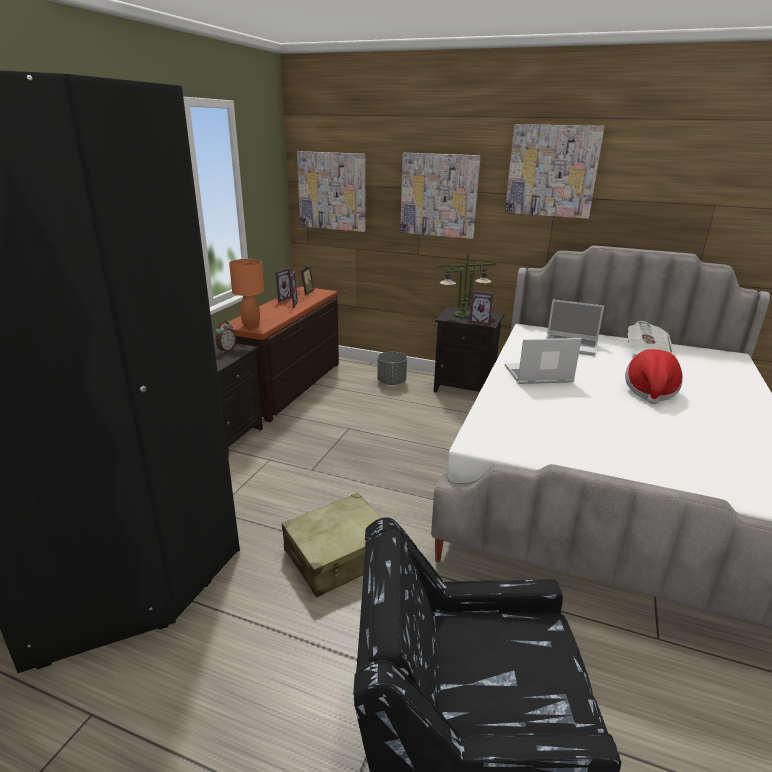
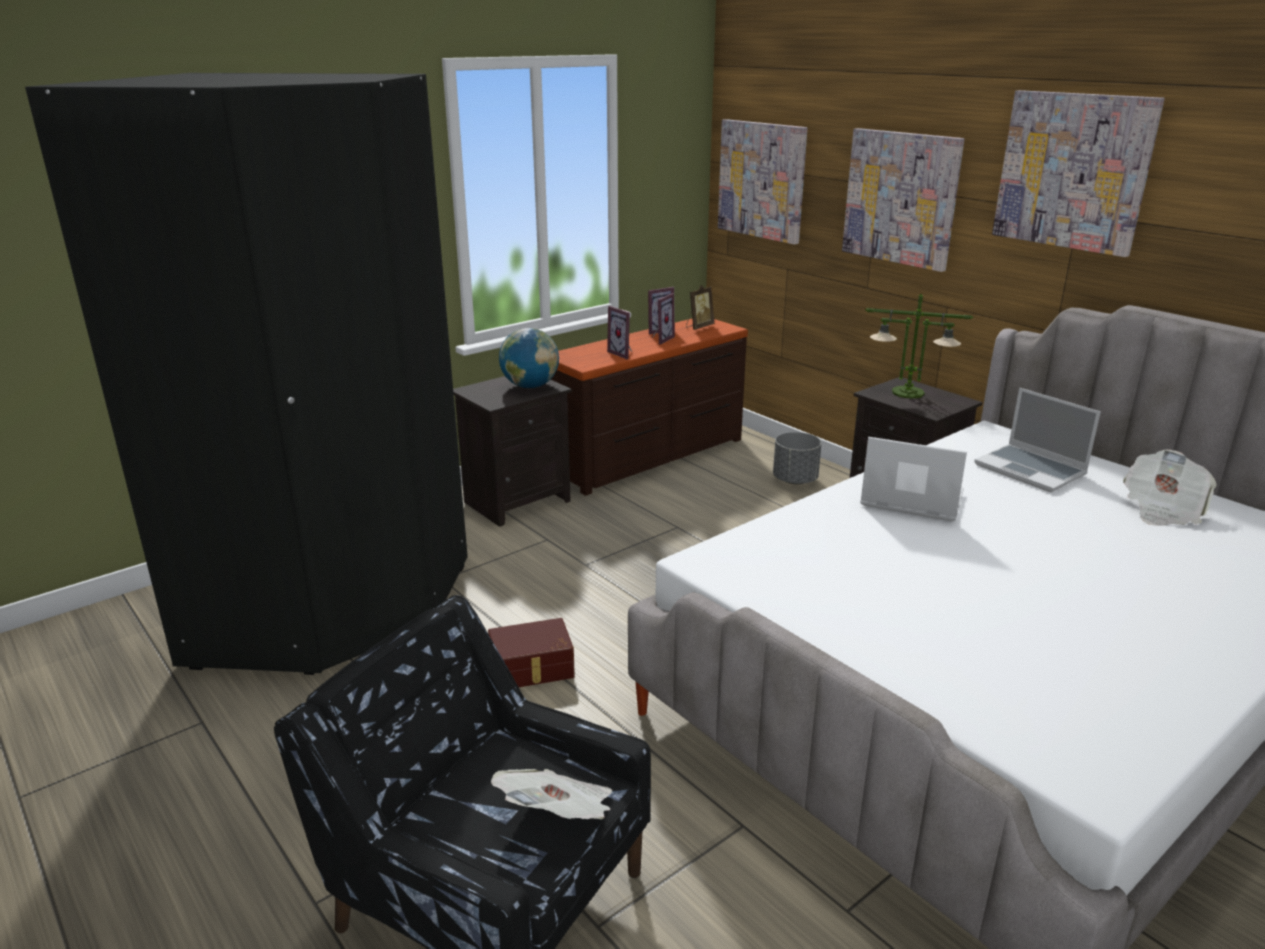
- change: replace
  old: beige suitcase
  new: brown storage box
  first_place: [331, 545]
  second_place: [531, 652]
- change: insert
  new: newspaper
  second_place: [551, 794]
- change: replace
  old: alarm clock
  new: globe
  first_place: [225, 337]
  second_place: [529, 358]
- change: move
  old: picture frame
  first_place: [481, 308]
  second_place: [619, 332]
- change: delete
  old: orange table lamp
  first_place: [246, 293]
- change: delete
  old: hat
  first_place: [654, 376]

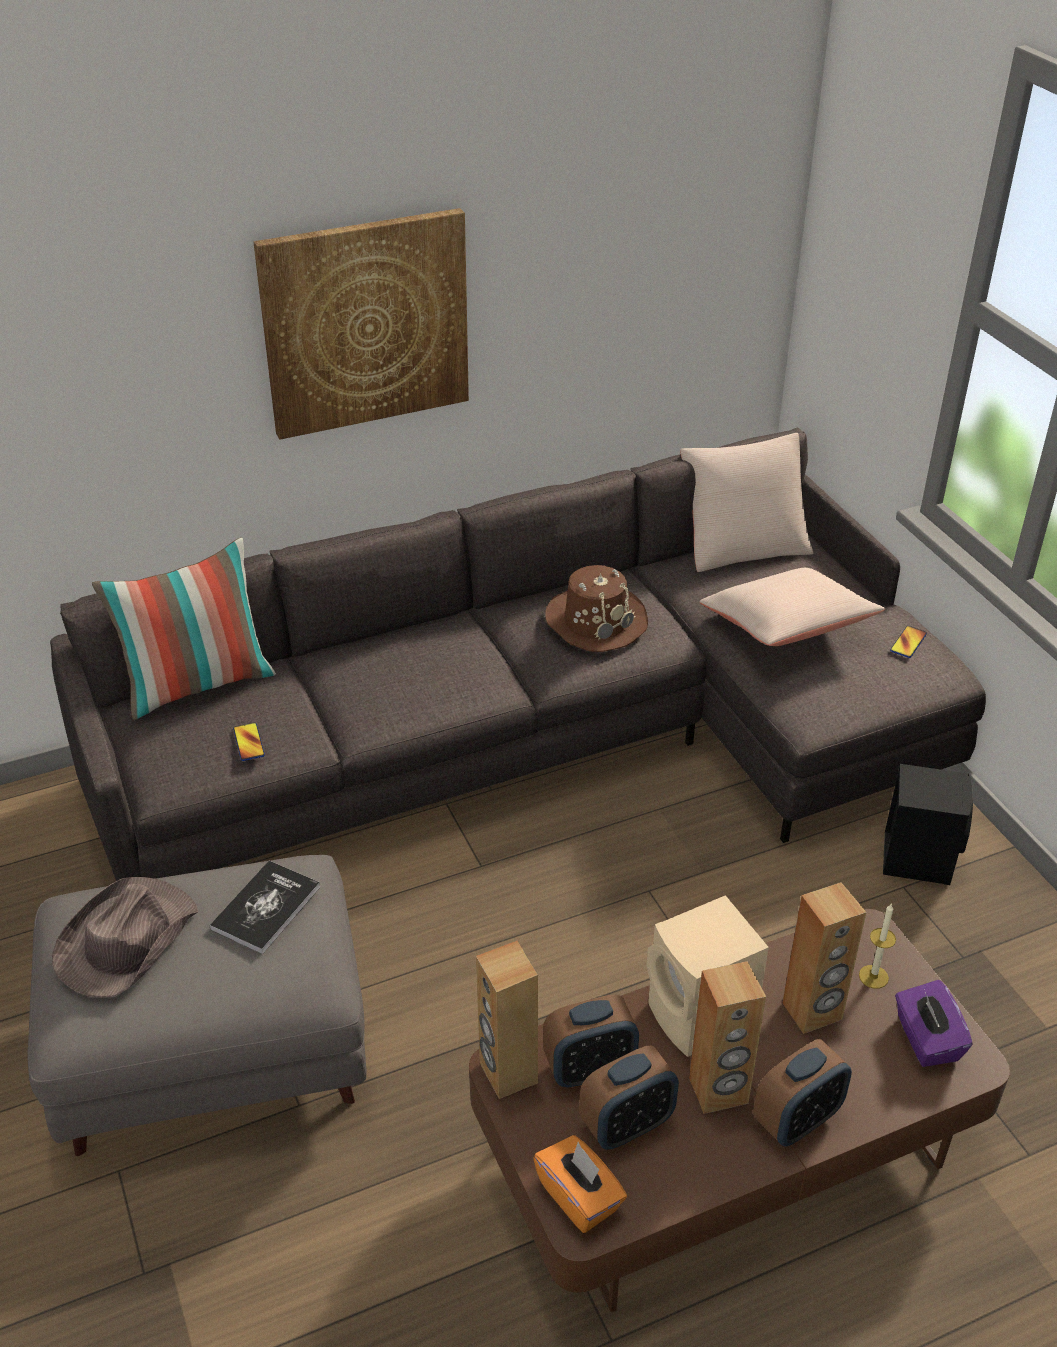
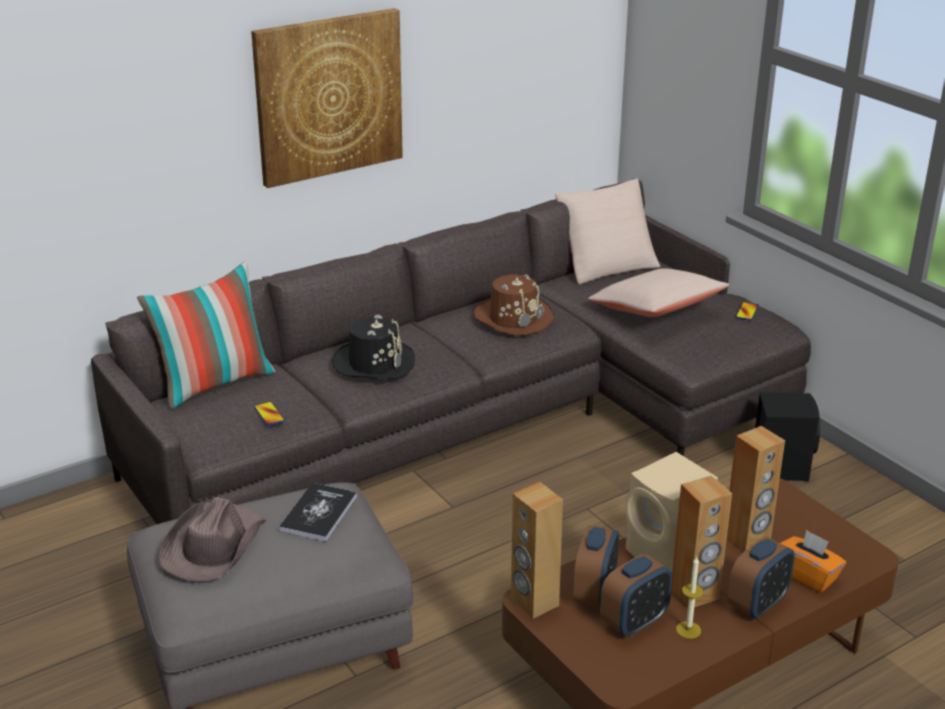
- change: insert
  new: black hat
  second_place: [373, 347]
- change: rotate
  old: alarm clock
  first_place: [591, 1041]
  second_place: [596, 565]
  degrees: -45
- change: move
  old: candle
  first_place: [877, 946]
  second_place: [690, 598]
- change: move
  old: orange tissue box
  first_place: [580, 1184]
  second_place: [813, 561]
- change: delete
  old: purple tissue box
  first_place: [934, 1023]

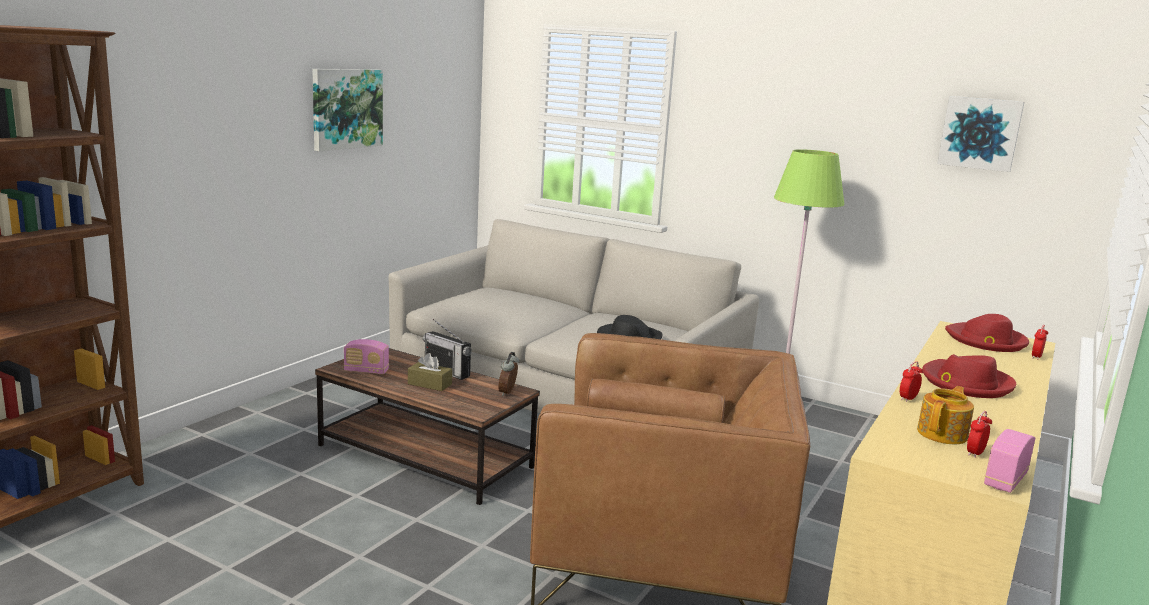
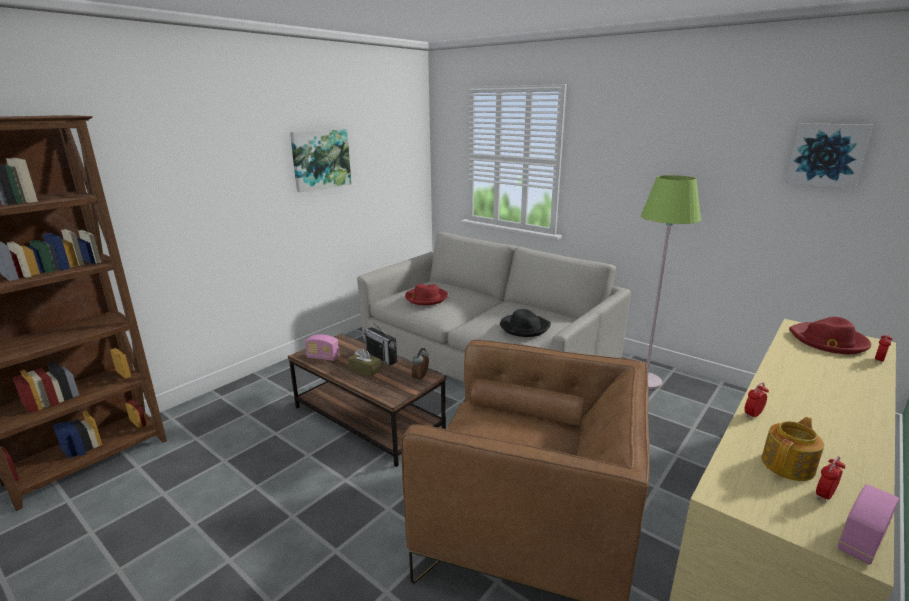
- change: move
  old: red hat
  first_place: [969, 376]
  second_place: [426, 294]

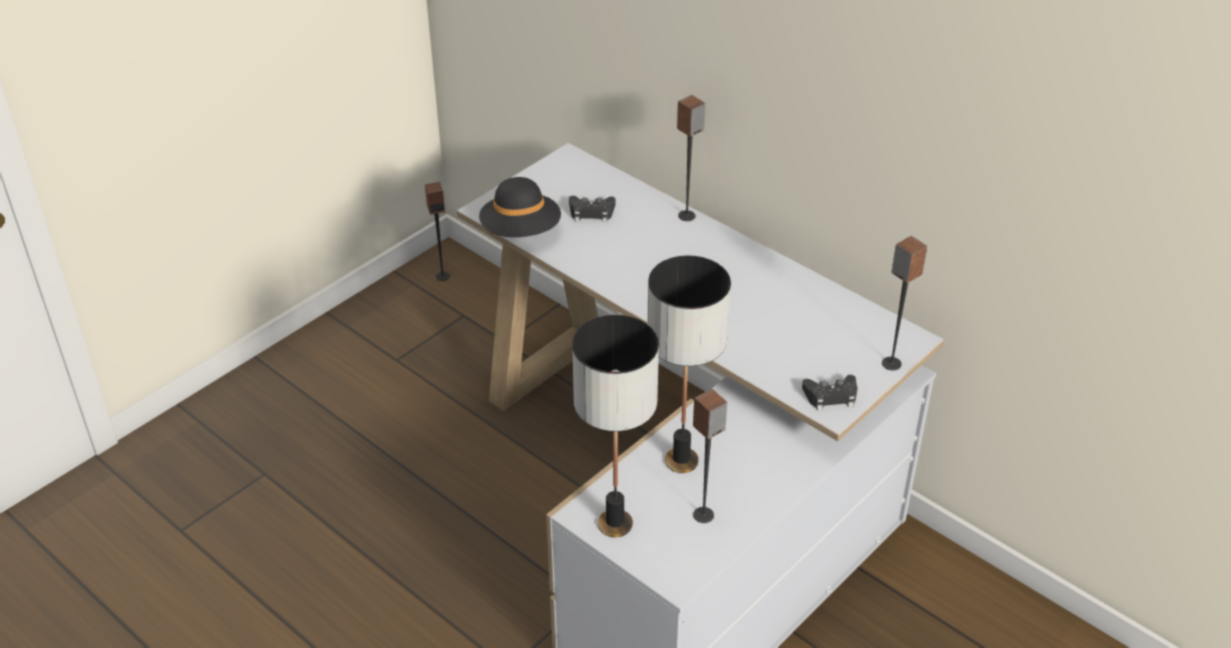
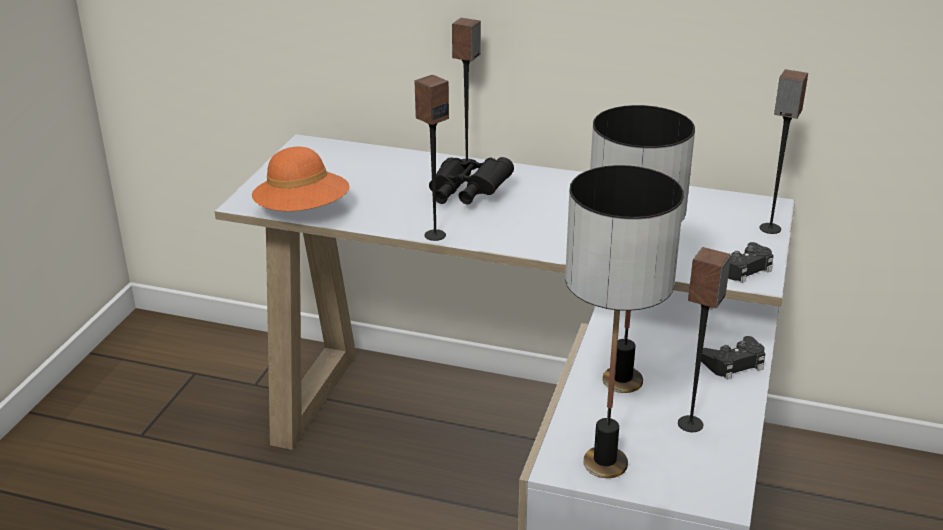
- change: recolor
  old: black hat
  new: orange hat
  first_place: [520, 207]
  second_place: [301, 179]
- change: move
  old: speaker
  first_place: [437, 231]
  second_place: [431, 158]
- change: insert
  new: black binoculars
  second_place: [471, 180]
- change: move
  old: black game controller
  first_place: [592, 209]
  second_place: [733, 358]

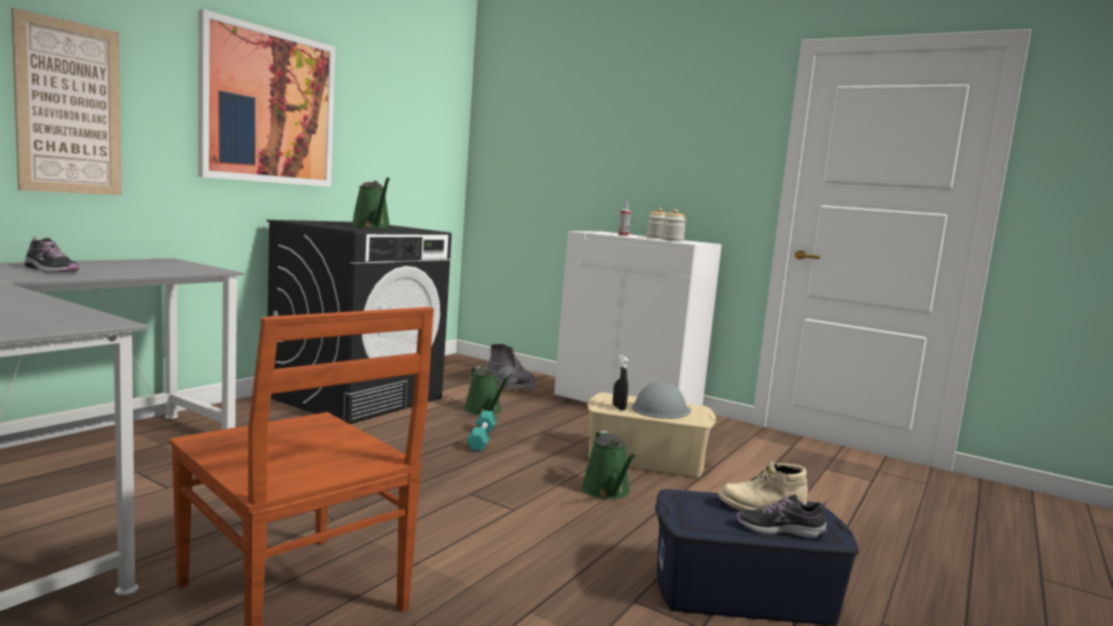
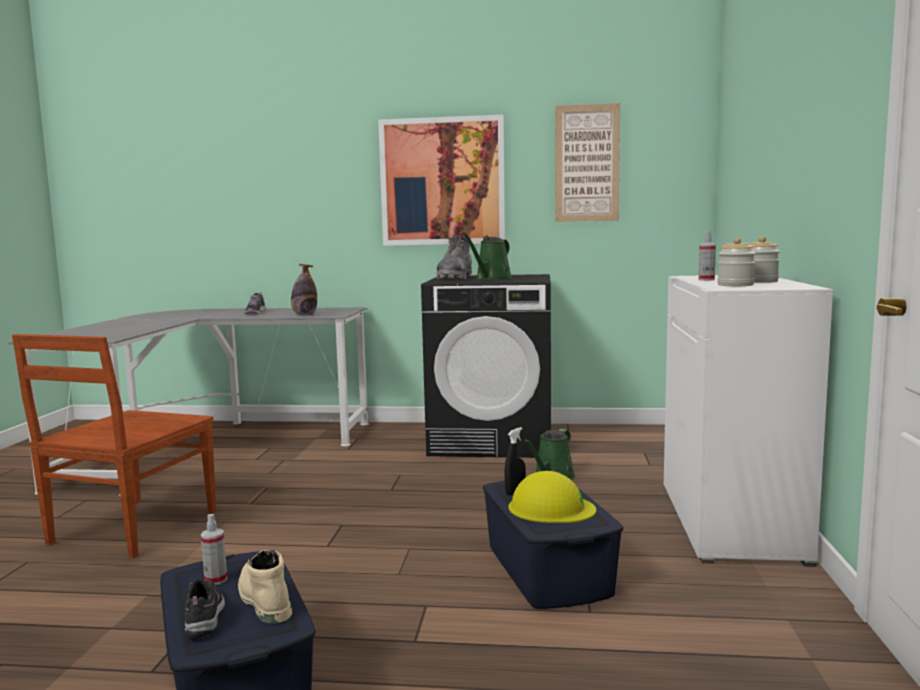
- change: insert
  new: spray bottle
  second_place: [214, 549]
- change: insert
  new: bottle
  second_place: [304, 289]
- change: move
  old: grey boot
  first_place: [512, 367]
  second_place: [454, 257]
- change: recolor
  old: beige storage box
  new: blue storage box
  first_place: [651, 435]
  second_place: [553, 545]
- change: recolor
  old: grey hard hat
  new: yellow hard hat
  first_place: [661, 400]
  second_place: [552, 497]
- change: move
  old: picture
  first_place: [66, 101]
  second_place: [587, 162]
- change: delete
  old: turquoise dumbbell
  first_place: [482, 430]
- change: delete
  old: green watering can
  first_place: [609, 465]

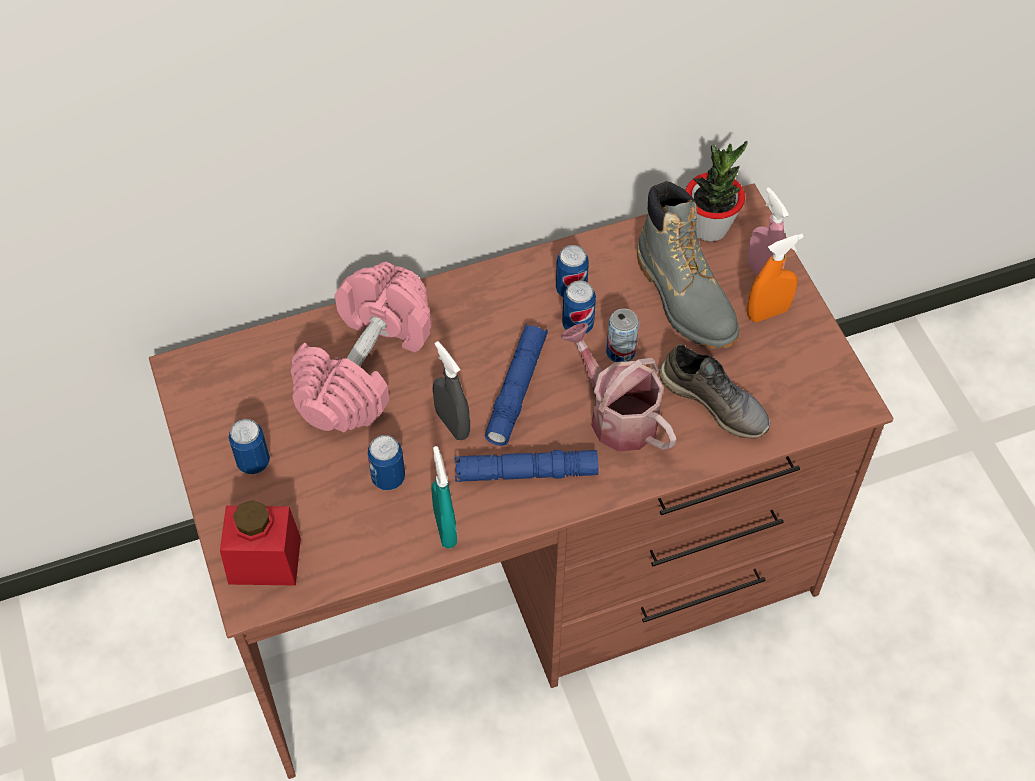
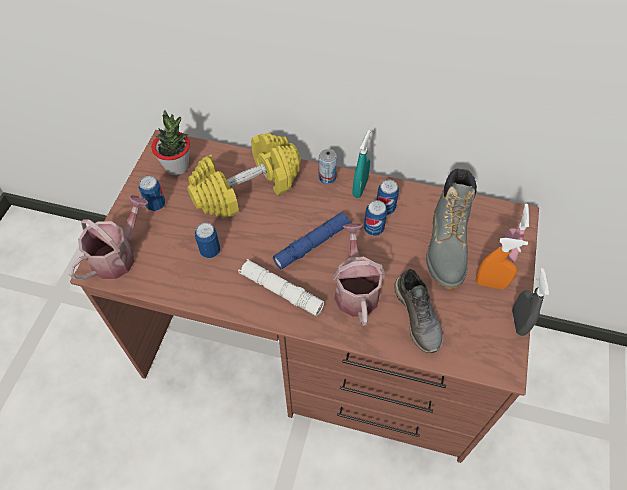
- change: replace
  old: red jar
  new: watering can
  first_place: [260, 542]
  second_place: [108, 237]
- change: move
  old: potted plant
  first_place: [716, 191]
  second_place: [171, 142]
- change: recolor
  old: pink dumbbell
  new: yellow dumbbell
  first_place: [361, 347]
  second_place: [244, 176]
- change: recolor
  old: blue flashlight
  new: white flashlight
  first_place: [526, 466]
  second_place: [281, 287]
- change: move
  old: can
  first_place: [622, 335]
  second_place: [328, 166]
- change: move
  old: turquoise spray bottle
  first_place: [444, 497]
  second_place: [361, 164]
- change: move
  old: grey spray bottle
  first_place: [451, 390]
  second_place: [530, 302]

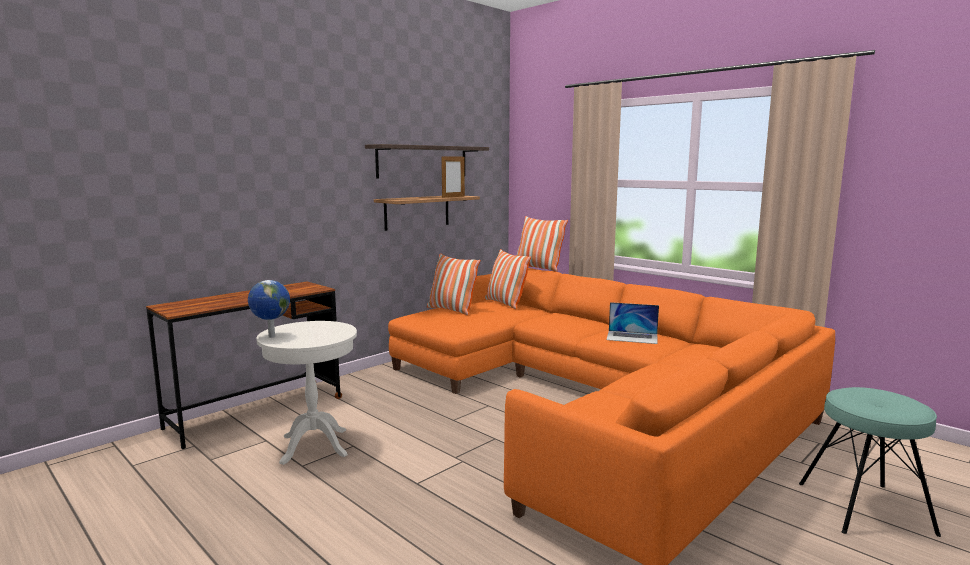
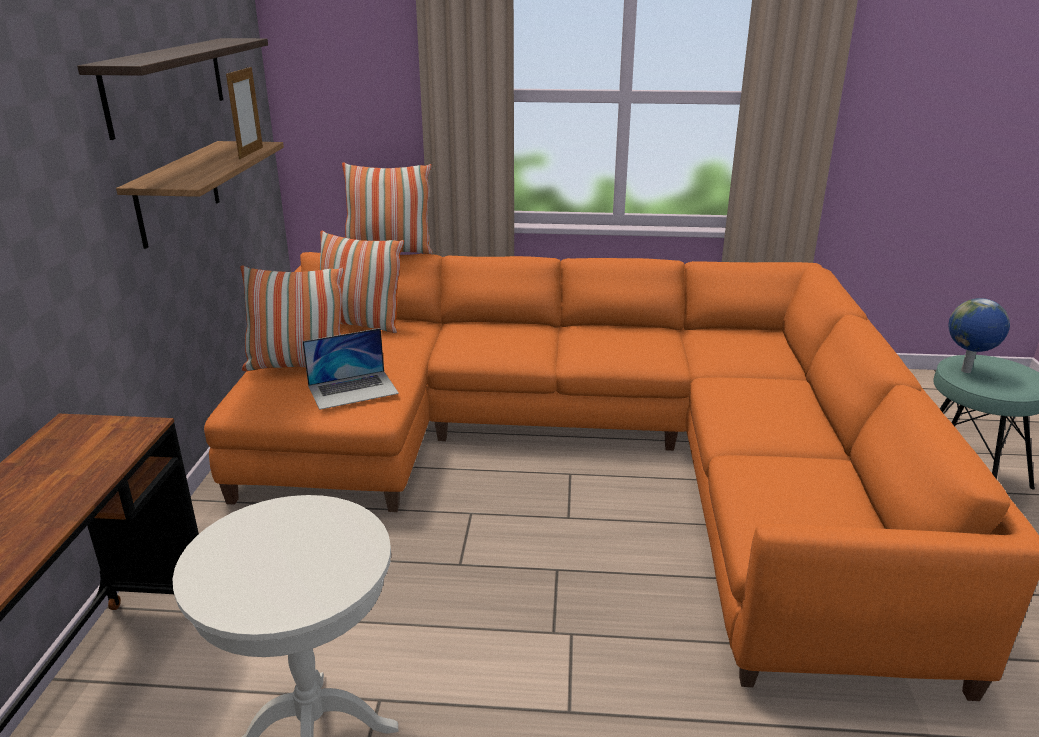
- change: move
  old: laptop
  first_place: [632, 323]
  second_place: [350, 369]
- change: move
  old: globe
  first_place: [269, 309]
  second_place: [979, 335]

